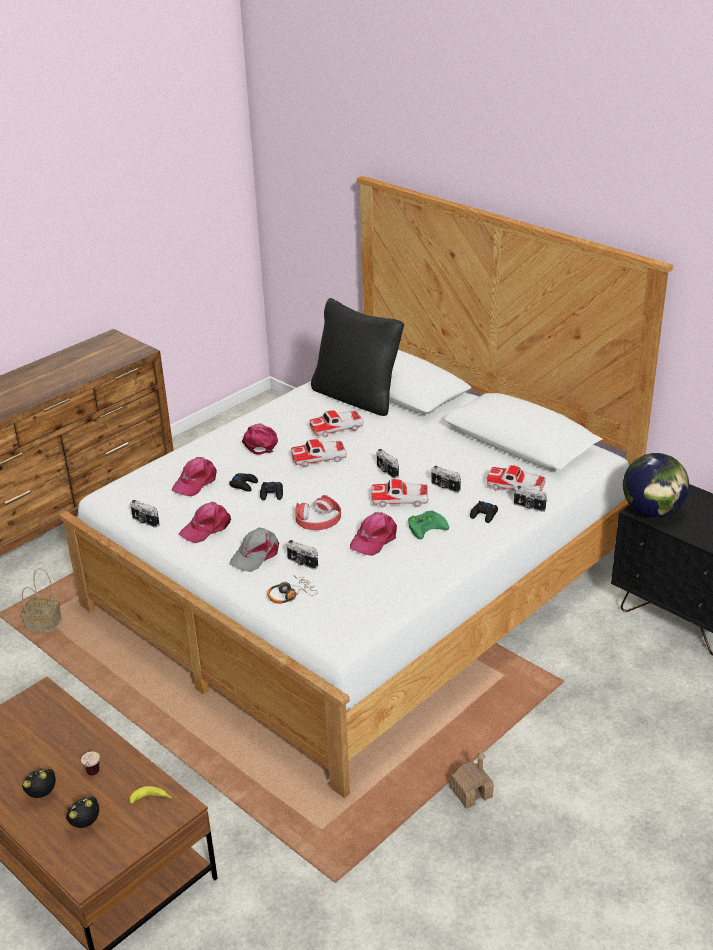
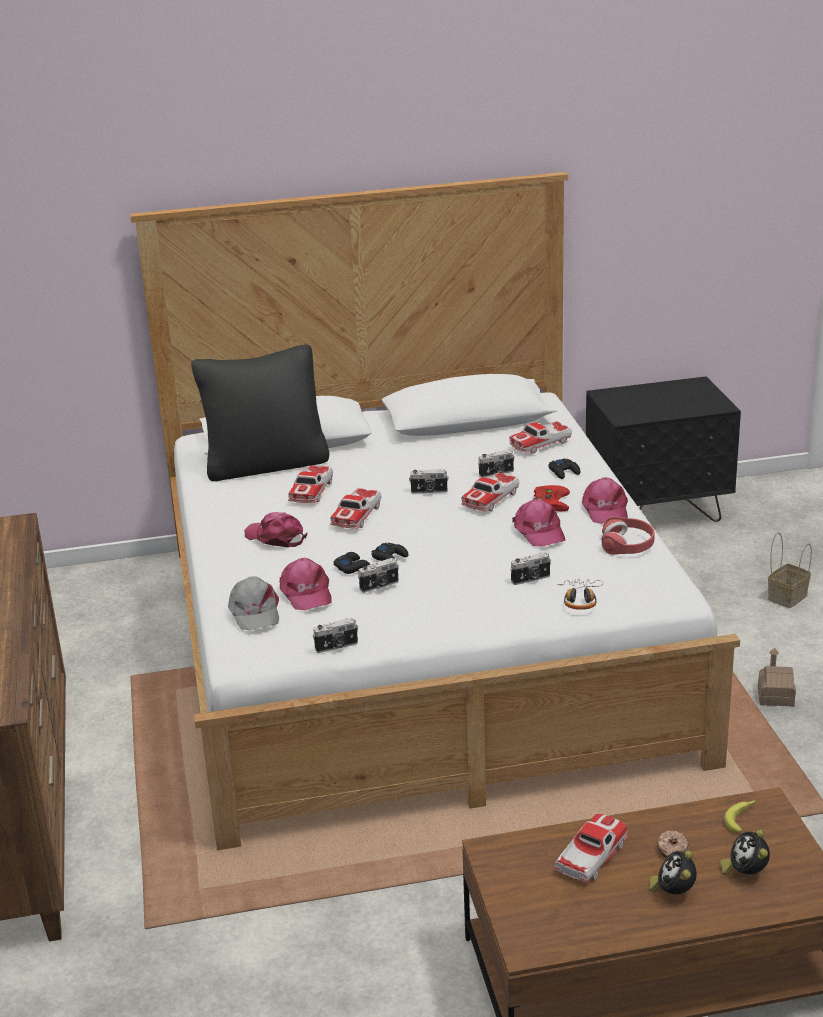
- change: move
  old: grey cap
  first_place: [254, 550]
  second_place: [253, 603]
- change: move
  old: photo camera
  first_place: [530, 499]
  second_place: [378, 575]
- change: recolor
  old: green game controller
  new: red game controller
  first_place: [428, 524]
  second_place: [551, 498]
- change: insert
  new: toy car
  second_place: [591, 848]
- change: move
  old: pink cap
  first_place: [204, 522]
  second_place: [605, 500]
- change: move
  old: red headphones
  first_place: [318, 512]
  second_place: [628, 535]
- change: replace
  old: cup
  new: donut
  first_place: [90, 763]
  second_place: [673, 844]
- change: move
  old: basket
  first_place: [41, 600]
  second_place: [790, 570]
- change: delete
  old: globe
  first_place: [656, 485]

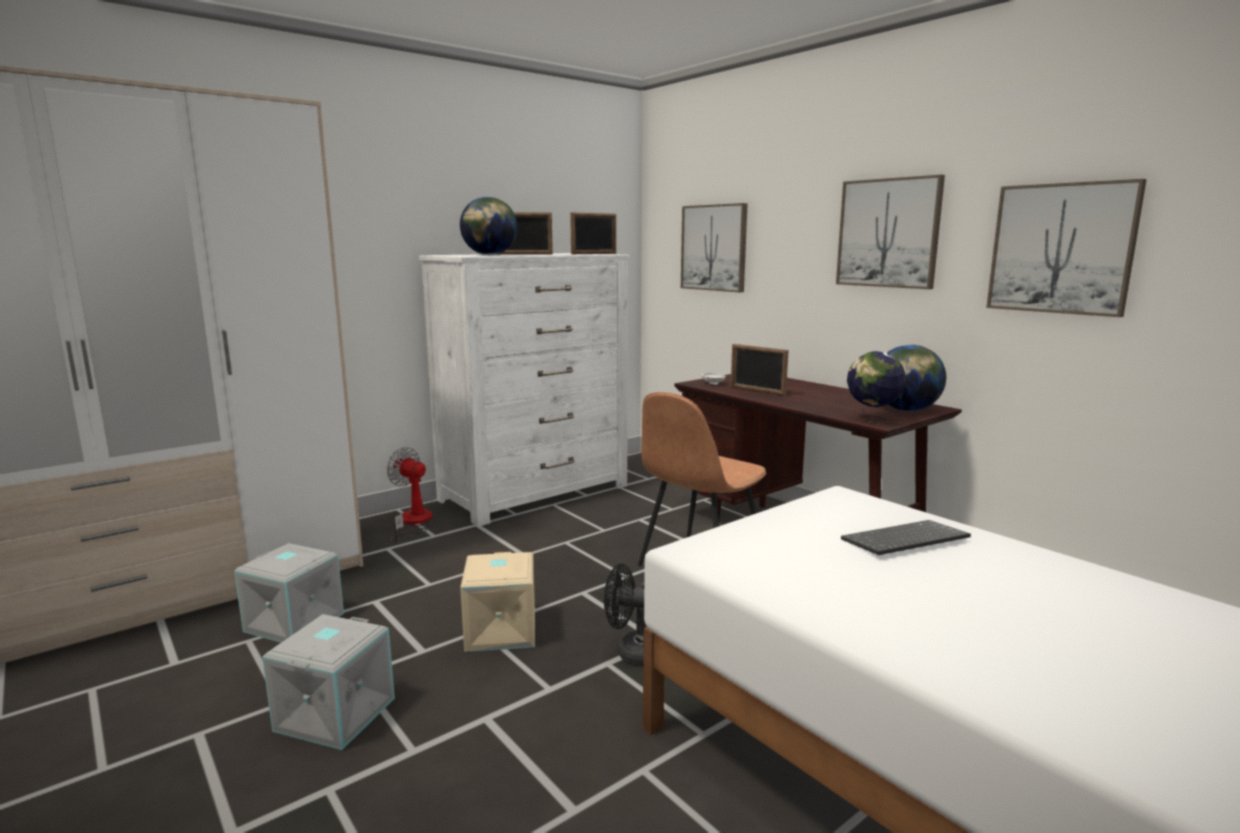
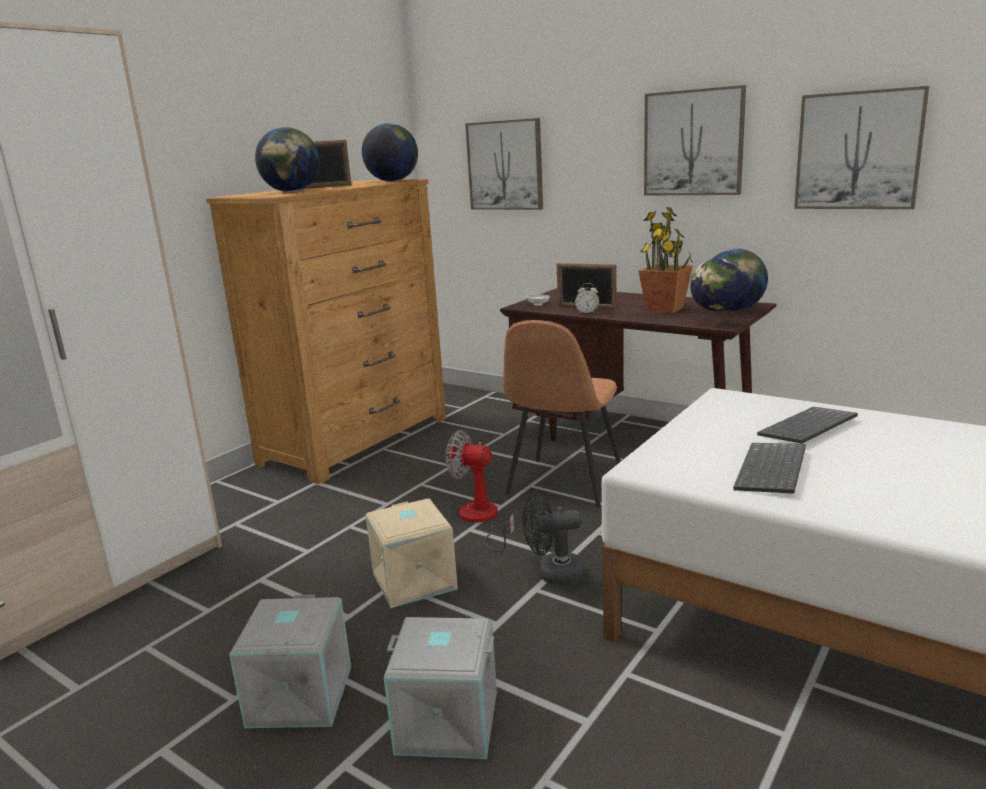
- change: recolor
  old: white dresser
  new: brown dresser
  first_place: [524, 390]
  second_place: [326, 331]
- change: replace
  old: picture frame
  new: globe
  first_place: [593, 233]
  second_place: [390, 152]
- change: move
  old: grey storage box
  first_place: [289, 593]
  second_place: [440, 688]
- change: move
  old: fan
  first_place: [409, 496]
  second_place: [480, 491]
- change: insert
  new: alarm clock
  second_place: [587, 298]
- change: insert
  new: potted plant
  second_place: [665, 260]
- change: insert
  new: keyboard
  second_place: [769, 468]

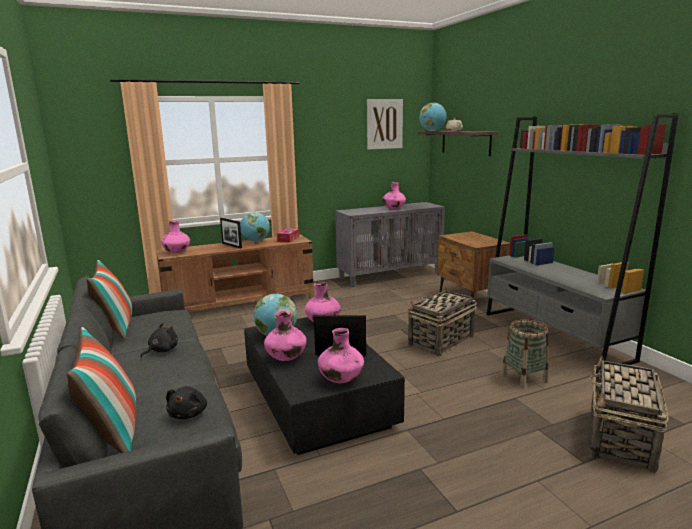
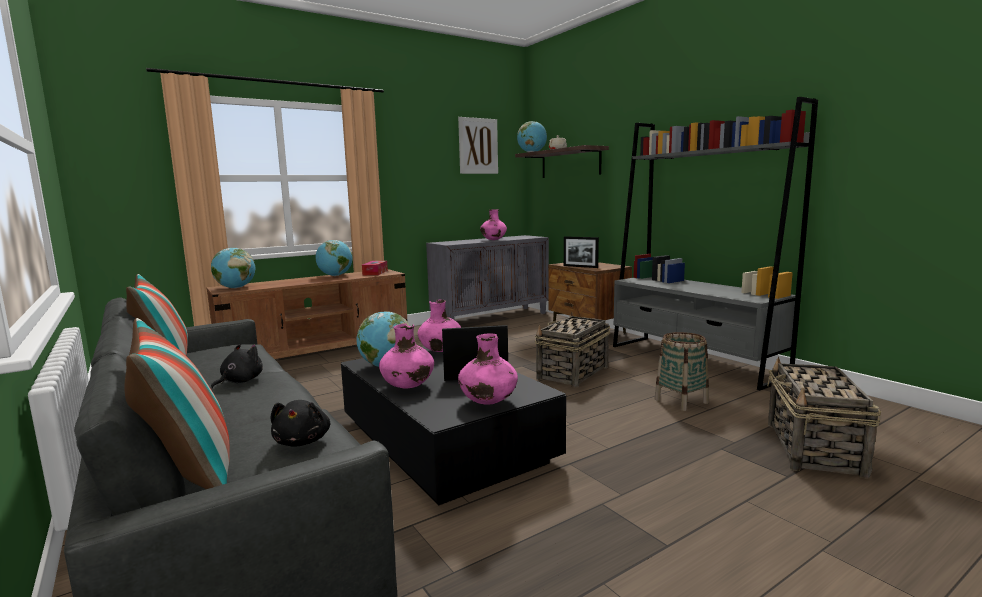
- change: replace
  old: pink vase
  new: globe
  first_place: [175, 237]
  second_place: [233, 268]
- change: move
  old: picture frame
  first_place: [231, 233]
  second_place: [581, 252]

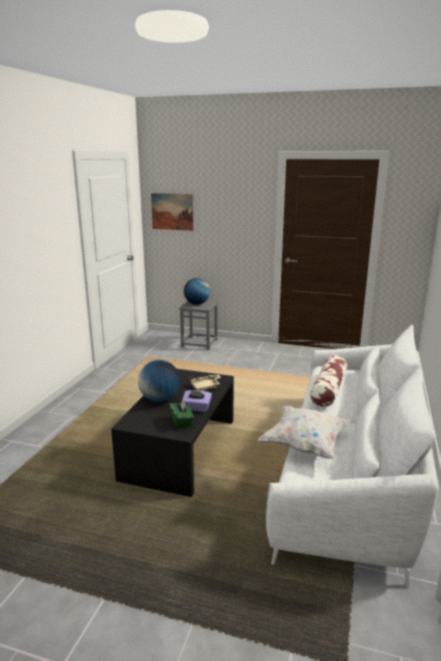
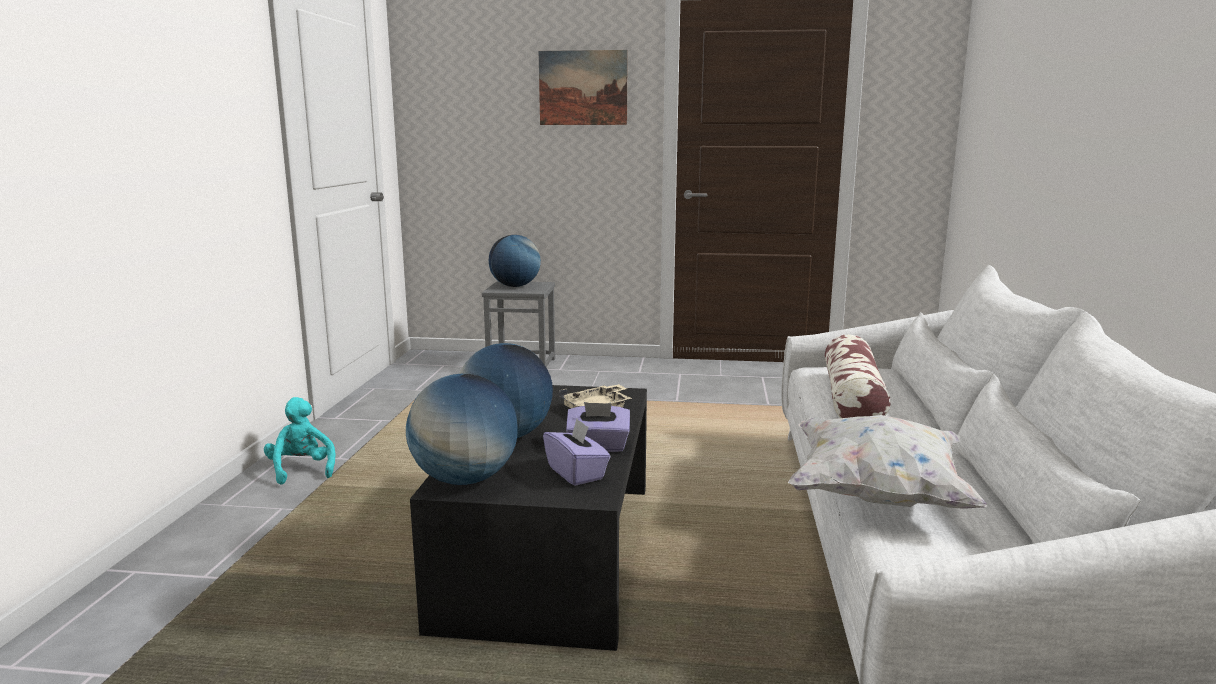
- change: insert
  new: turquoise plush toy
  second_place: [300, 441]
- change: insert
  new: globe
  second_place: [462, 429]
- change: move
  old: picture
  first_place: [172, 212]
  second_place: [583, 87]
- change: recolor
  old: green tissue box
  new: purple tissue box
  first_place: [181, 414]
  second_place: [576, 452]

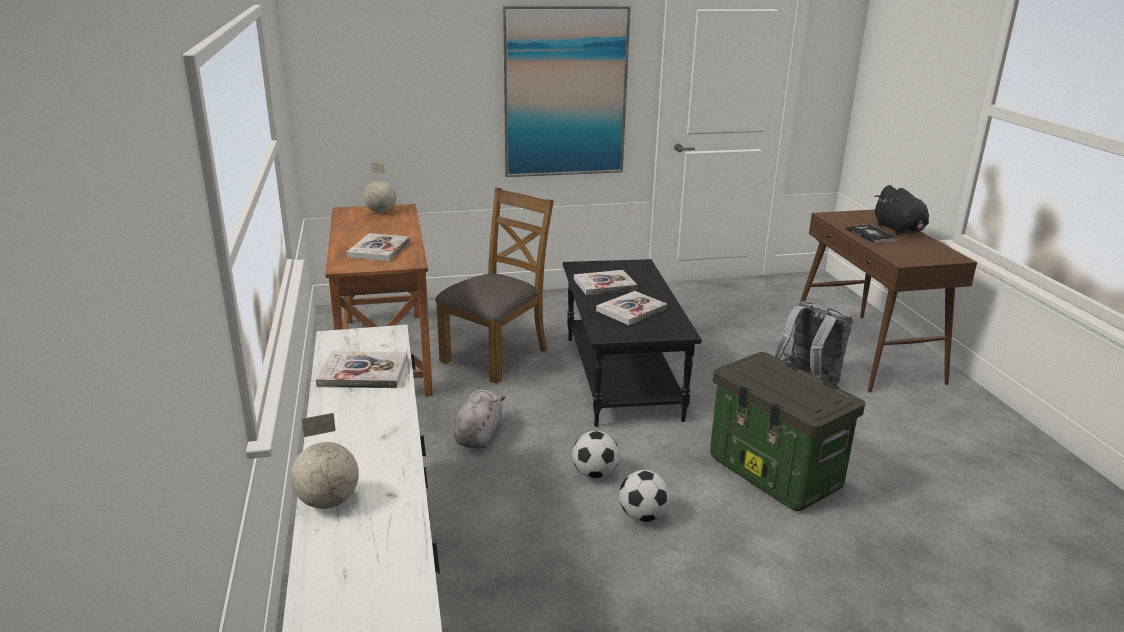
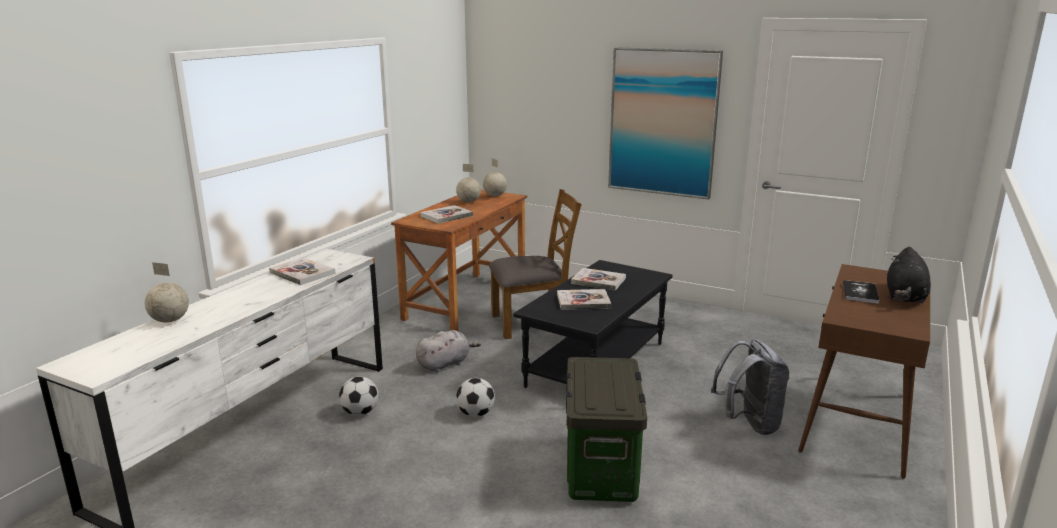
- change: move
  old: football
  first_place: [644, 496]
  second_place: [359, 396]
- change: insert
  new: globe
  second_place: [468, 183]

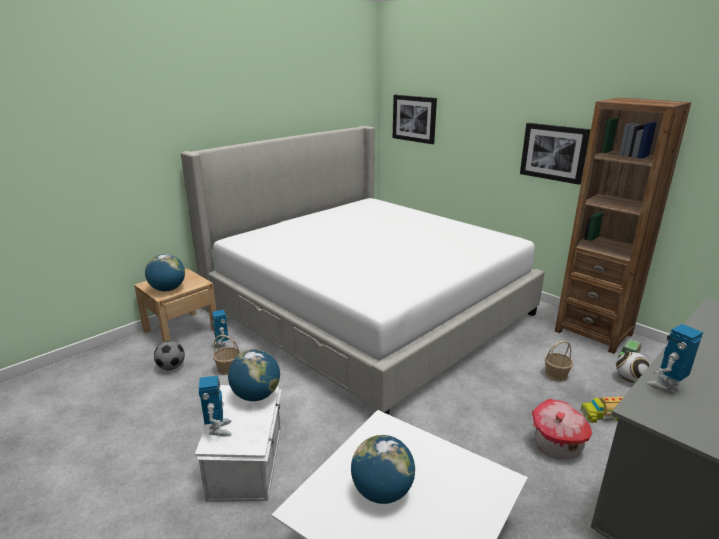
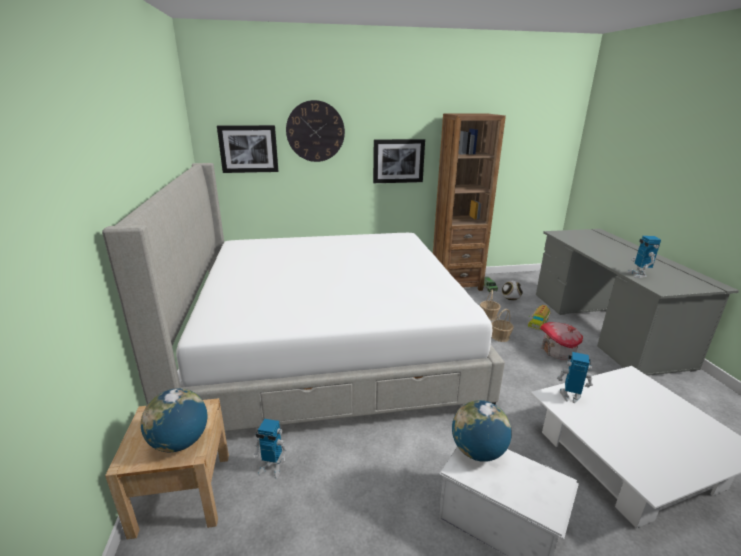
- change: insert
  new: wall clock
  second_place: [315, 131]
- change: move
  old: basket
  first_place: [226, 355]
  second_place: [502, 325]
- change: move
  old: toy robot
  first_place: [215, 406]
  second_place: [575, 377]
- change: delete
  old: football
  first_place: [169, 355]
- change: delete
  old: globe
  first_place: [383, 469]

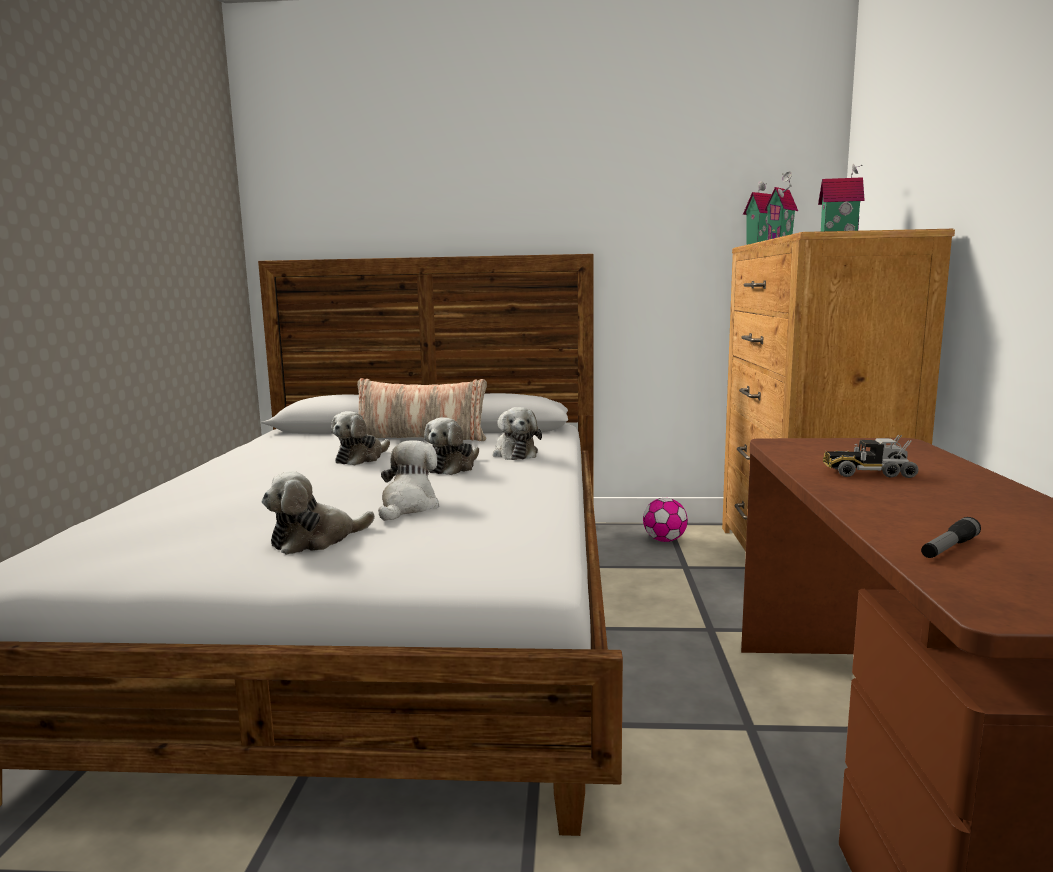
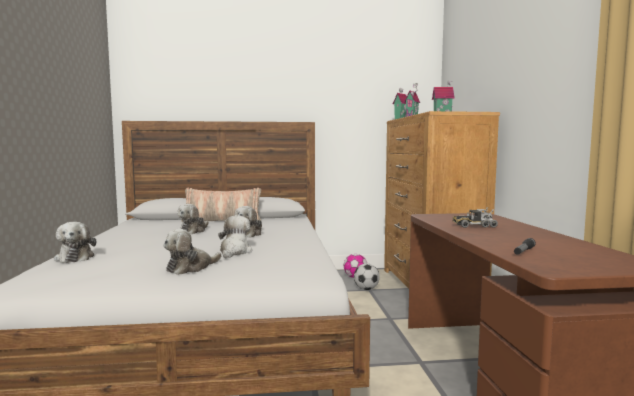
- change: move
  old: plush toy
  first_place: [517, 433]
  second_place: [75, 242]
- change: insert
  new: football
  second_place: [367, 276]

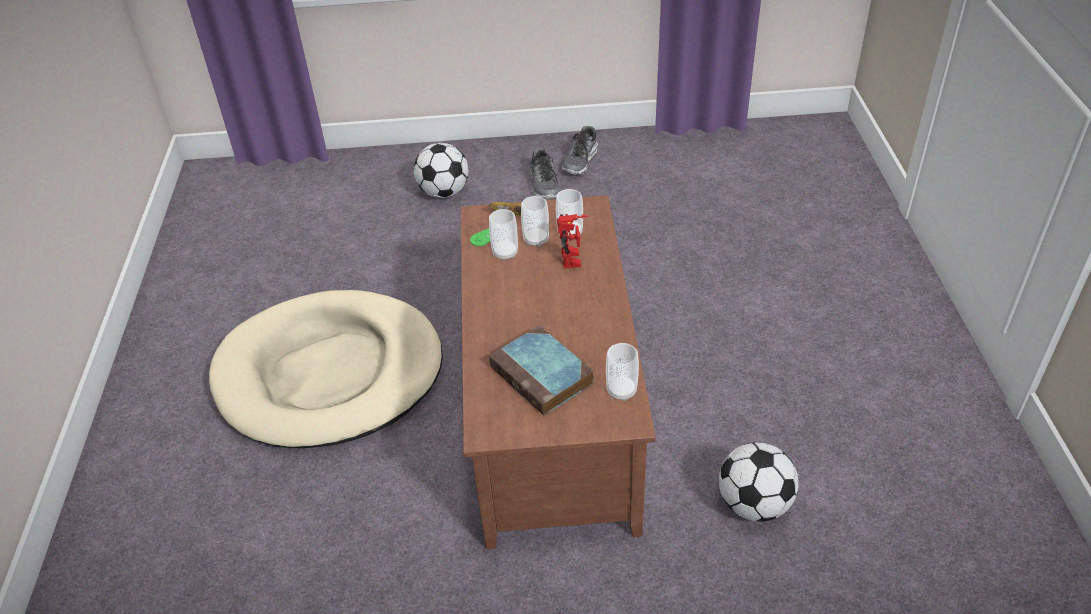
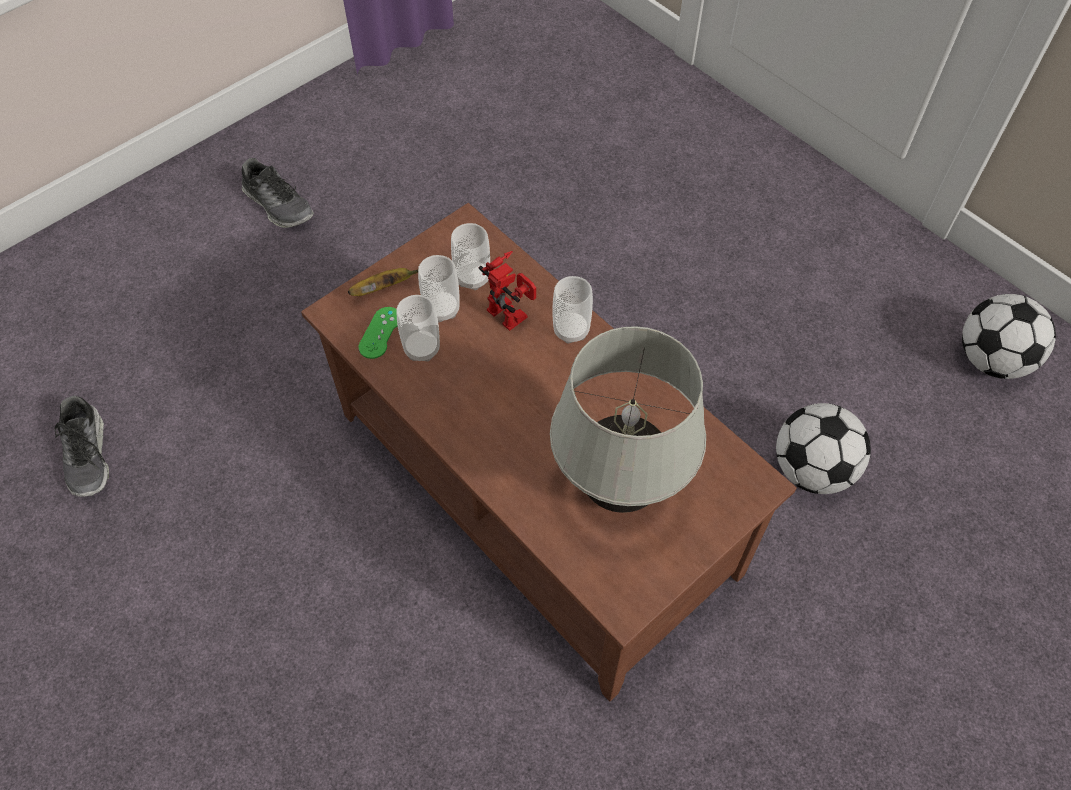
- change: move
  old: shoe
  first_place: [580, 150]
  second_place: [81, 446]
- change: replace
  old: book
  new: white table lamp
  first_place: [541, 371]
  second_place: [628, 419]
- change: move
  old: cup
  first_place: [622, 372]
  second_place: [573, 310]
- change: move
  old: football
  first_place: [441, 170]
  second_place: [1009, 336]
- change: delete
  old: beige dog bed
  first_place: [326, 369]

